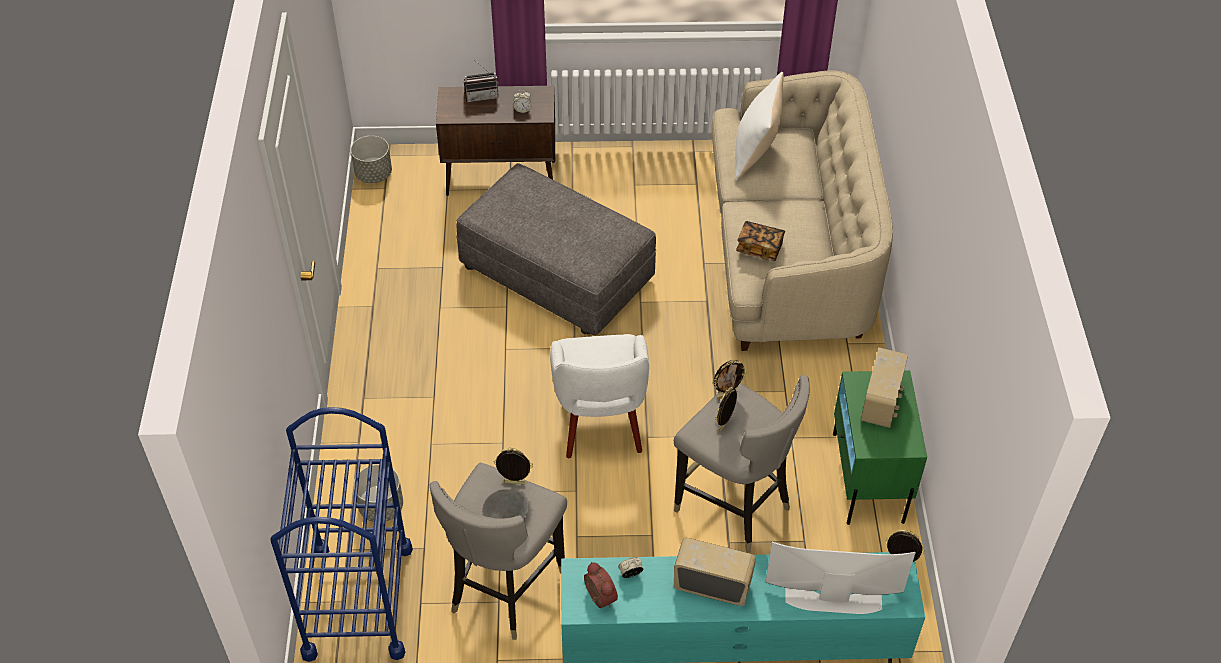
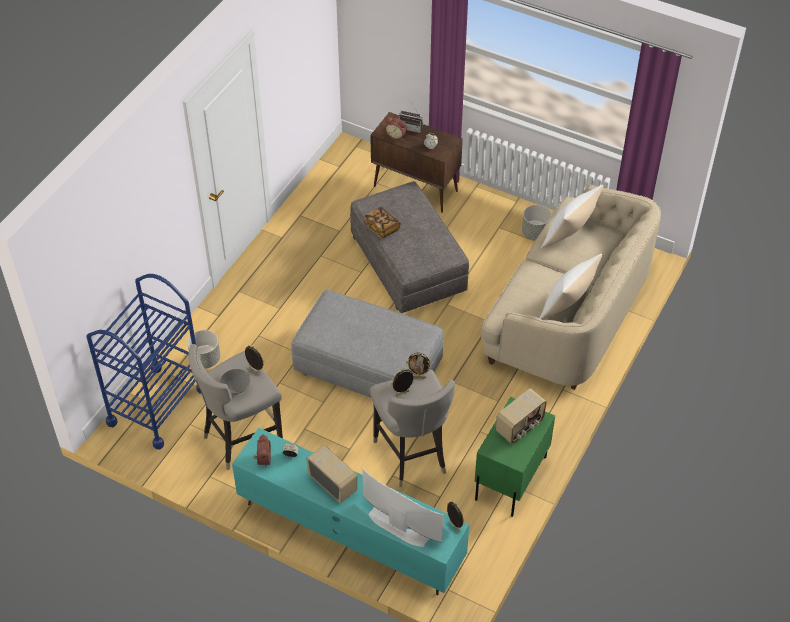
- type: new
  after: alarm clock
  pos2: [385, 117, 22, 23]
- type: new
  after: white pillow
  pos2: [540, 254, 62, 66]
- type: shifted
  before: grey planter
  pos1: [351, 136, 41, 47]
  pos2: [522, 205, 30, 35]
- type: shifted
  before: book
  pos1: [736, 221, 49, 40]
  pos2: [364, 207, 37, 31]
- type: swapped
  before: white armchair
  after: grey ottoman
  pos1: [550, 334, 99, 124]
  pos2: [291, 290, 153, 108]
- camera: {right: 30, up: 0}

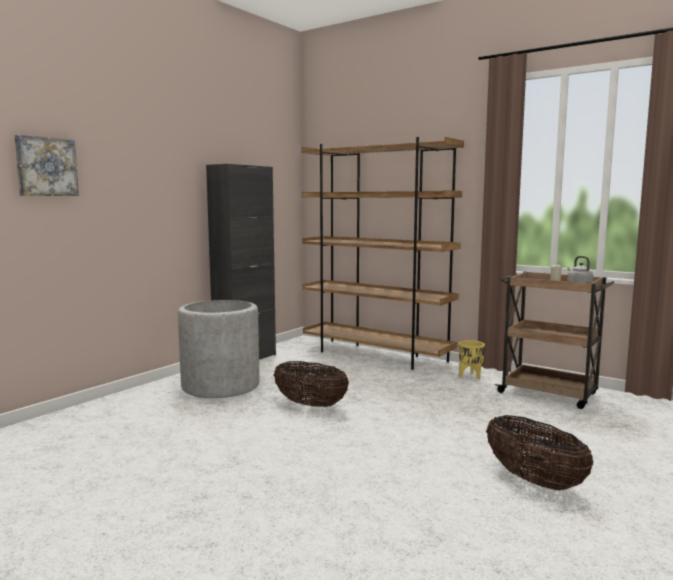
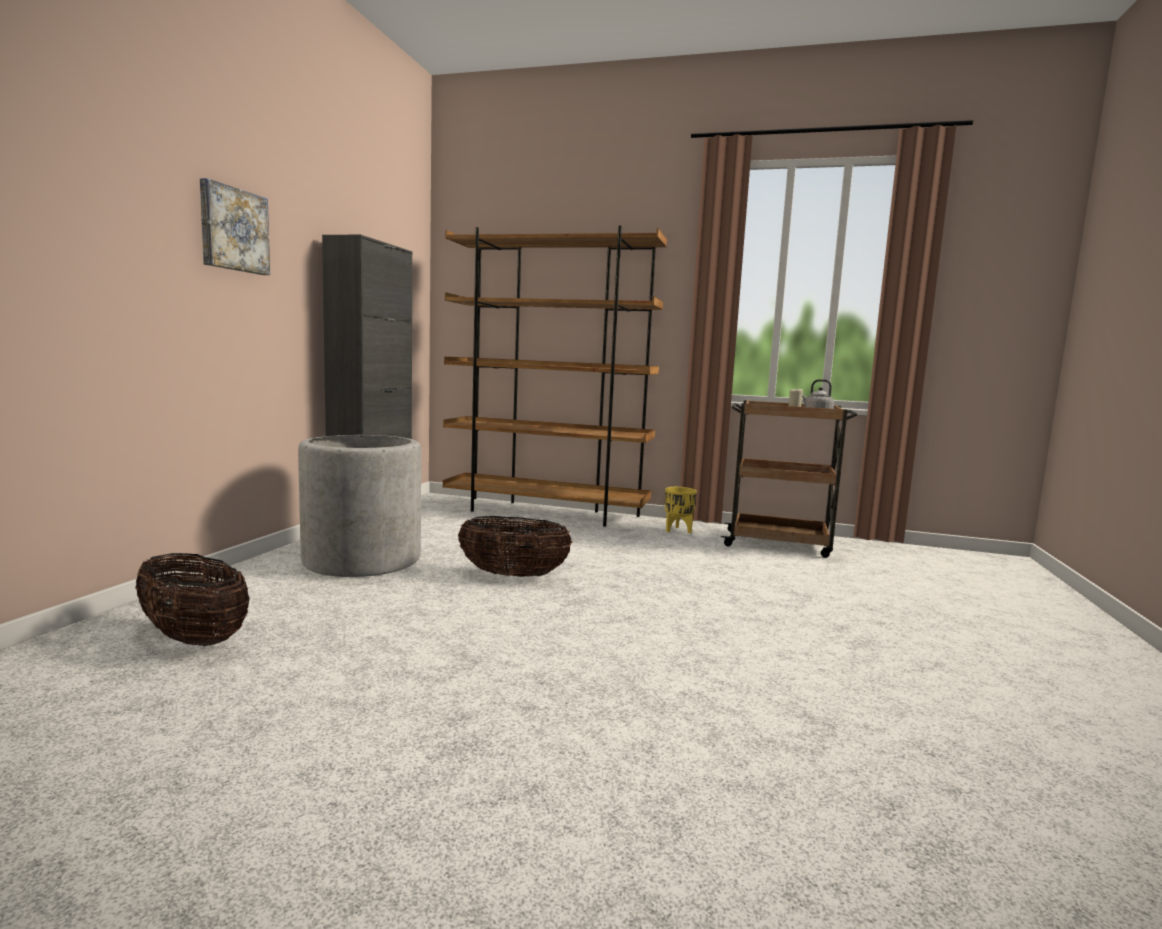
- type: shifted
  before: picture
  pos1: [15, 135, 64, 61]
  pos2: [200, 178, 70, 97]
- type: shifted
  before: basket
  pos1: [486, 415, 107, 75]
  pos2: [135, 553, 114, 93]
- camera: {right: -20, up: 0}

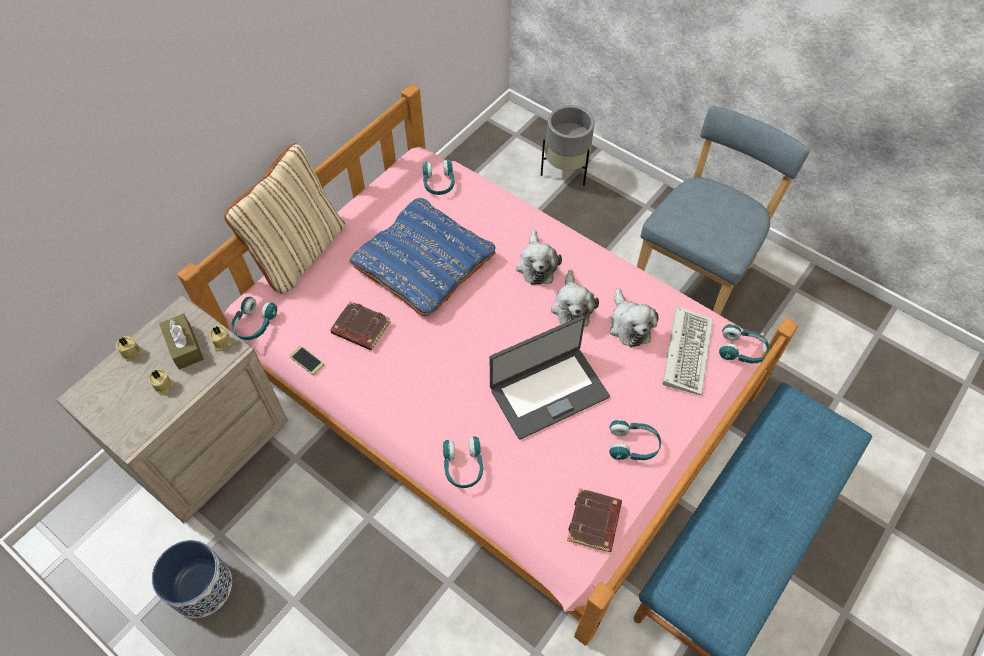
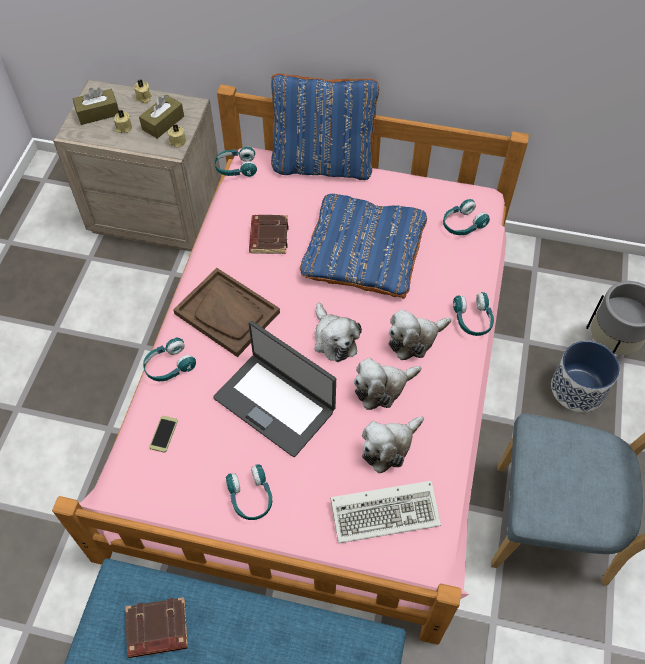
- type: new
  after: brown tissue box
  pos2: [73, 88, 46, 37]
- type: new
  after: brown tray
  pos2: [173, 268, 107, 89]
- type: new
  after: plush toy
  pos2: [315, 303, 47, 59]
- type: shifted
  before: planter
  pos1: [152, 540, 80, 78]
  pos2: [551, 341, 69, 71]
- type: shifted
  before: phone
  pos1: [289, 346, 35, 29]
  pos2: [149, 416, 29, 36]
- type: shifted
  before: brown book
  pos1: [567, 488, 55, 64]
  pos2: [125, 597, 63, 61]
- type: shifted
  before: turquoise headphones
  pos1: [719, 324, 50, 39]
  pos2: [453, 292, 41, 44]
- type: repainted
  before: beige pillow
  after: blue pillow
  pos1: [224, 143, 121, 151]
  pos2: [271, 74, 108, 106]
- camera: {right: 65, up: 0}

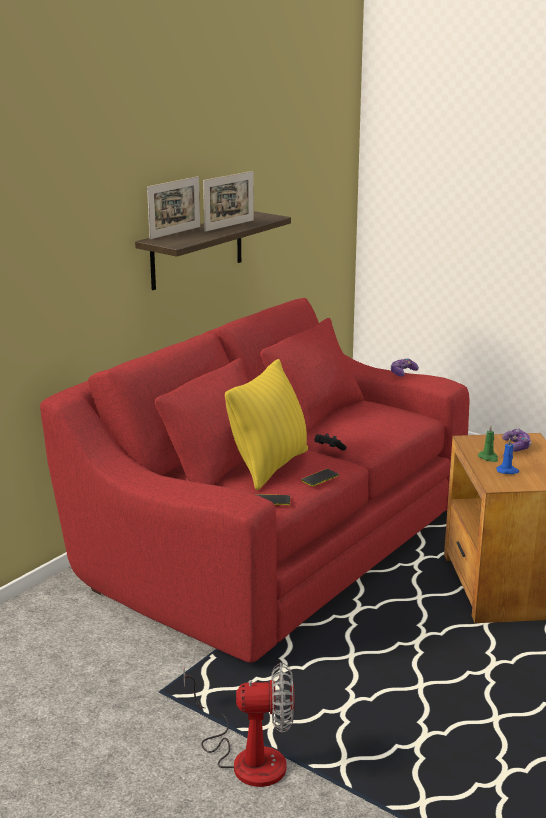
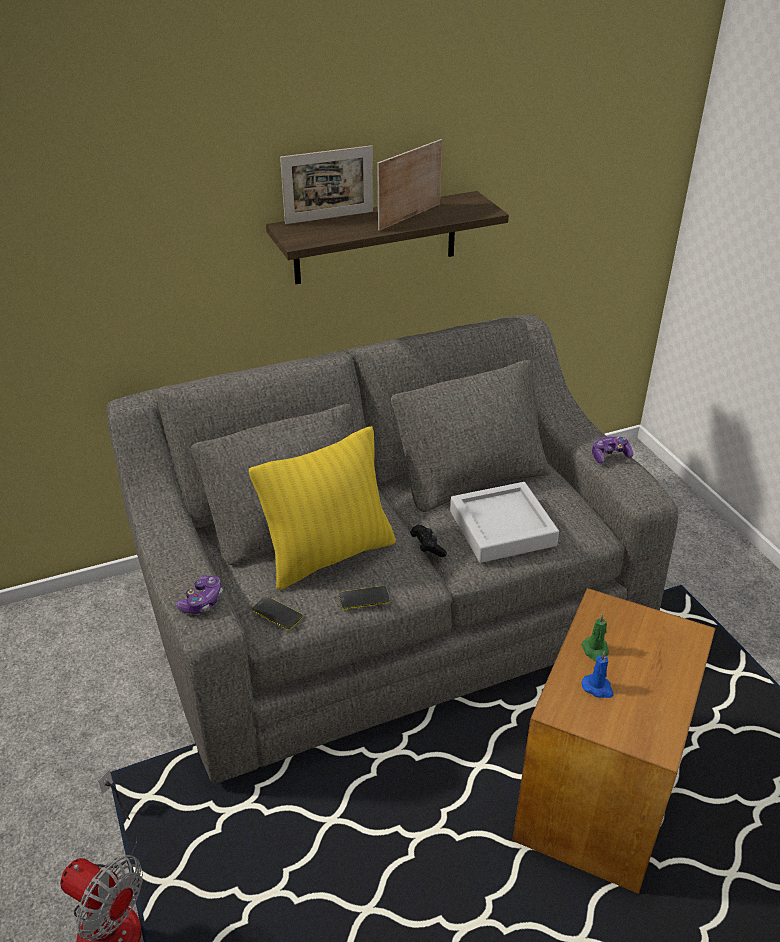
- type: new
  after: grey tray
  pos2: [450, 482, 109, 81]
- type: shifted
  before: game controller
  pos1: [502, 428, 30, 24]
  pos2: [176, 575, 47, 39]
- type: repainted
  before: red sofa
  after: grey sofa
  pos1: [40, 298, 430, 365]
  pos2: [107, 314, 571, 469]
- type: rotated
  before: picture frame
  pos1: [203, 171, 51, 61]
  pos2: [377, 139, 65, 92]
  turn: 150
- camera: {right: 30, up: 15}

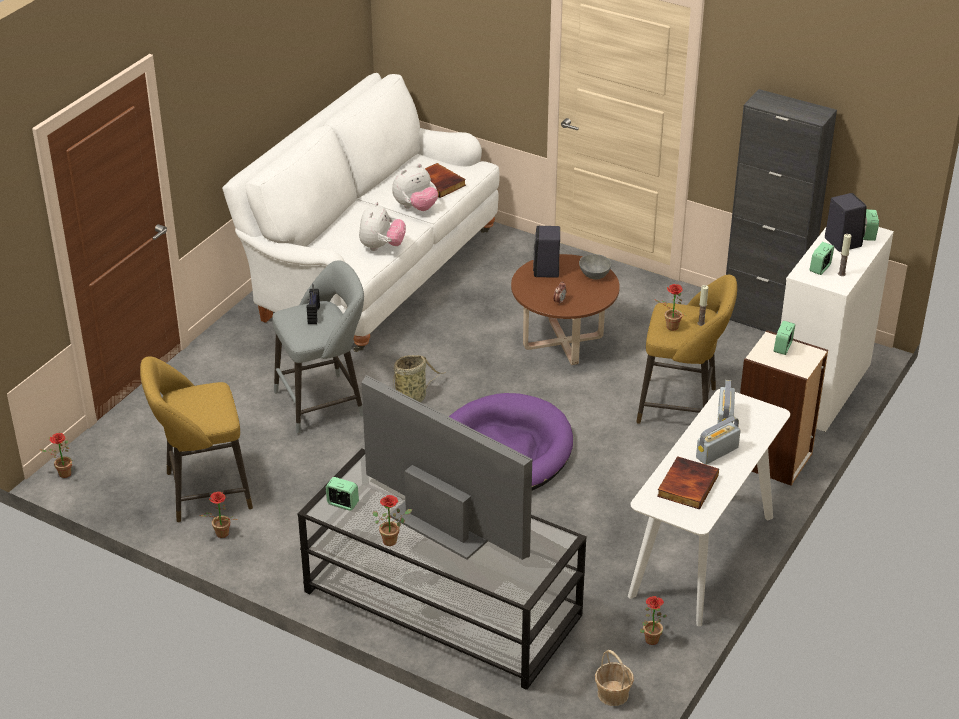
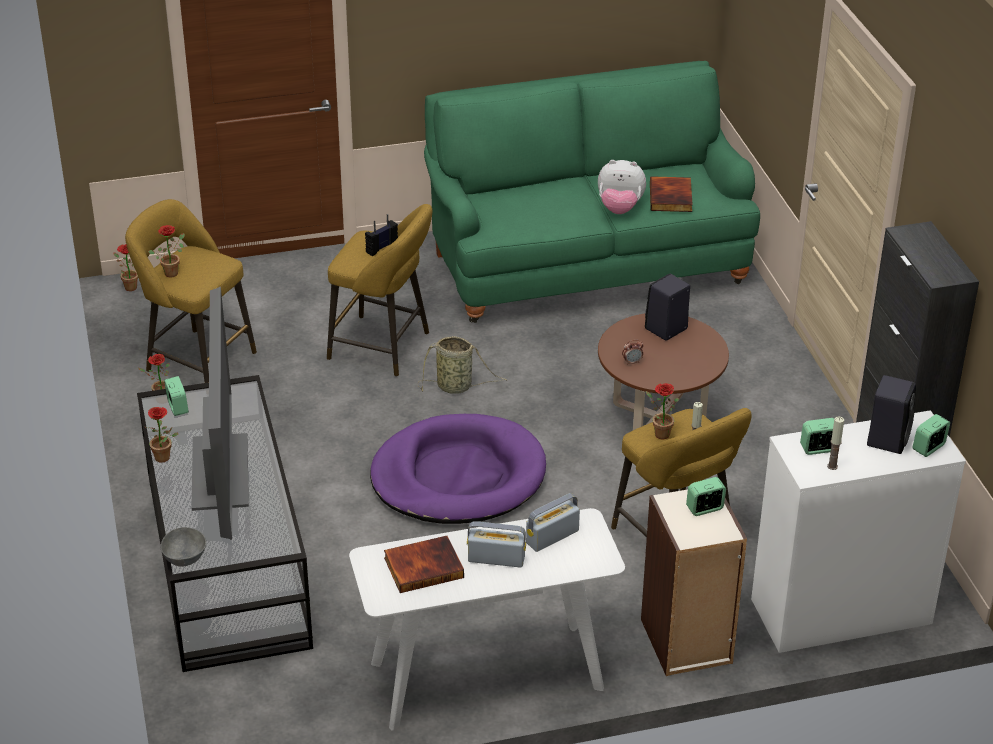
- type: gone
  before: plush toy
  pos1: [359, 202, 47, 49]
- type: gone
  before: basket
  pos1: [595, 650, 39, 56]
- type: shifted
  before: grey bowl
  pos1: [579, 254, 32, 26]
  pos2: [161, 527, 45, 40]
- type: shifted
  before: potted plant
  pos1: [640, 596, 27, 49]
  pos2: [148, 225, 37, 53]
- type: repainted
  before: white sofa
  after: green sofa
  pos1: [222, 73, 278, 279]
  pos2: [424, 61, 336, 262]
- type: repainted
  before: grey stool
  after: yellow stool
  pos1: [272, 260, 92, 174]
  pos2: [327, 204, 105, 173]
- camera: {right: 45, up: 0}

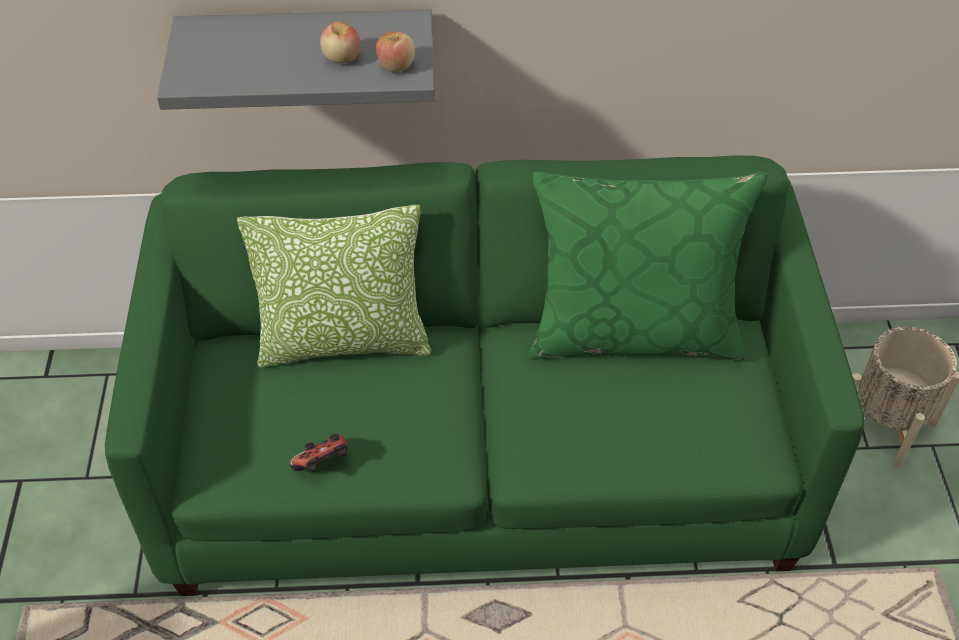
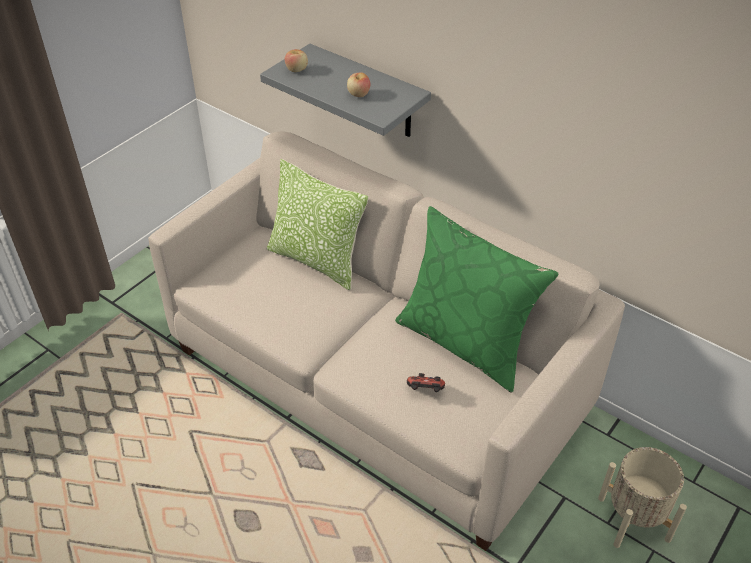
- type: shifted
  before: game controller
  pos1: [289, 434, 58, 38]
  pos2: [407, 373, 38, 19]
- type: shifted
  before: apple
  pos1: [376, 31, 39, 41]
  pos2: [285, 49, 23, 23]
- type: repainted
  before: green sofa
  after: beige sofa
  pos1: [105, 155, 759, 441]
  pos2: [148, 131, 477, 420]
- camera: {right: 40, up: -5}

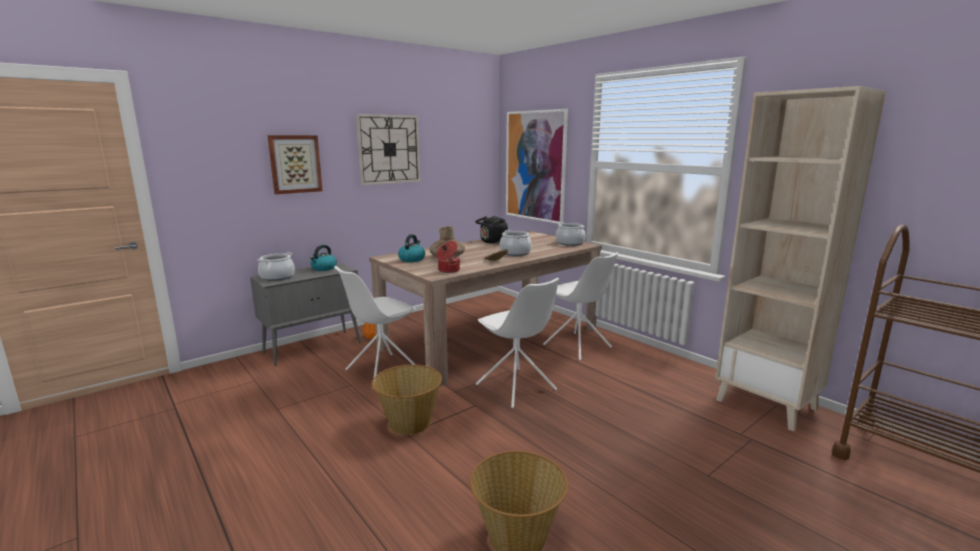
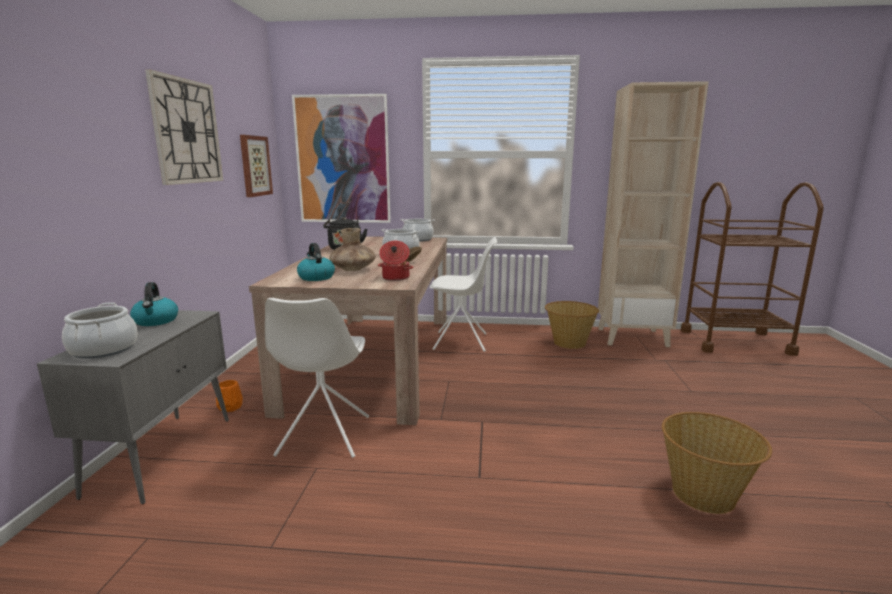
- type: gone
  before: white chair
  pos1: [476, 278, 83, 130]
- type: shifted
  before: picture
  pos1: [267, 135, 56, 59]
  pos2: [240, 135, 33, 62]
- type: shifted
  before: basket
  pos1: [372, 365, 70, 70]
  pos2: [545, 301, 54, 48]
- camera: {right: -45, up: 0}

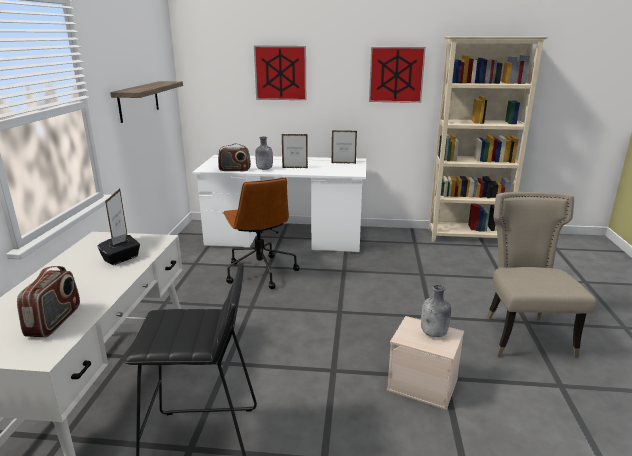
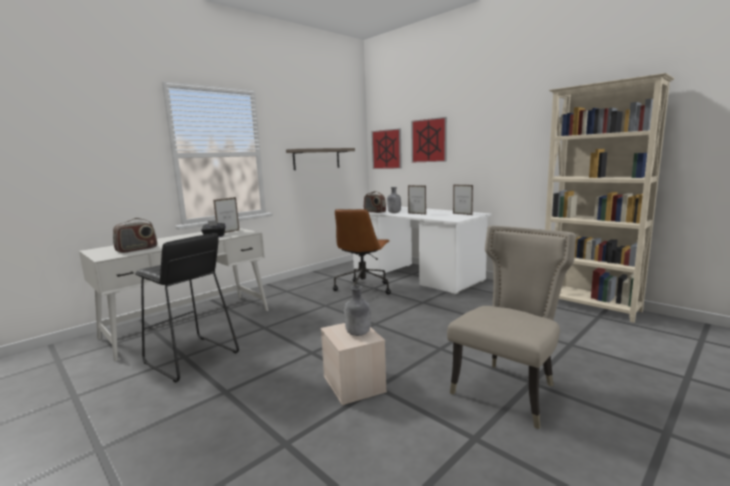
- type: shifted
  before: picture
  pos1: [369, 47, 57, 56]
  pos2: [371, 128, 31, 41]
- camera: {right: 40, up: -10}

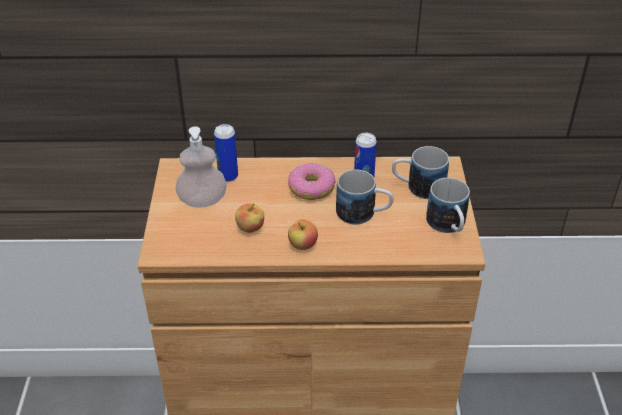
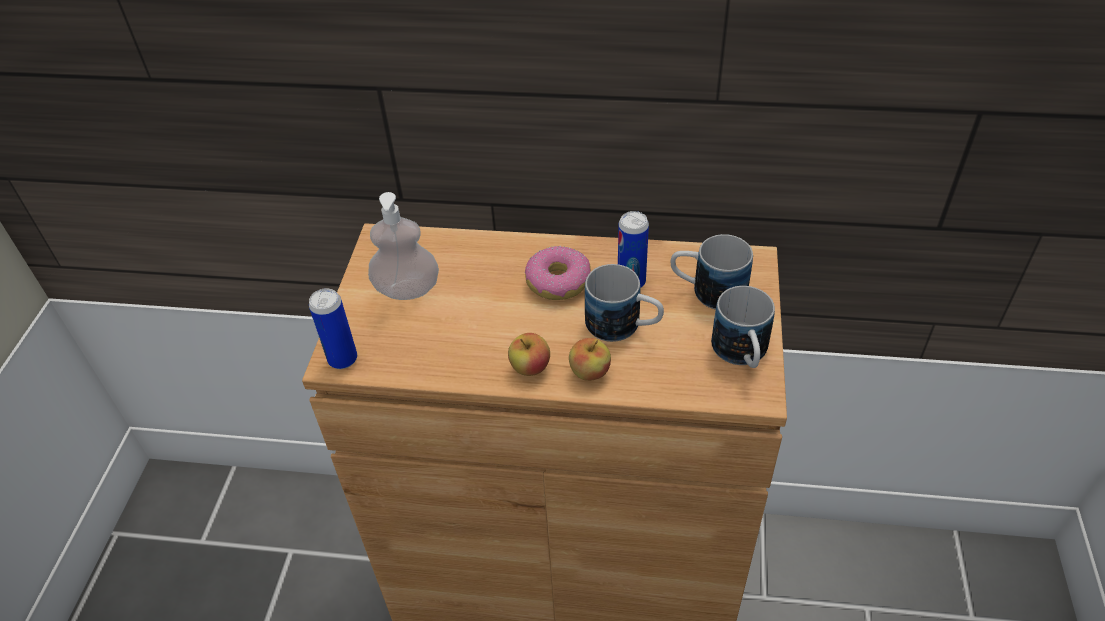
- type: shifted
  before: can
  pos1: [214, 124, 24, 58]
  pos2: [309, 288, 48, 81]
- type: shifted
  before: apple
  pos1: [235, 203, 29, 30]
  pos2: [569, 338, 42, 43]
- camera: {right: 10, up: 5}

